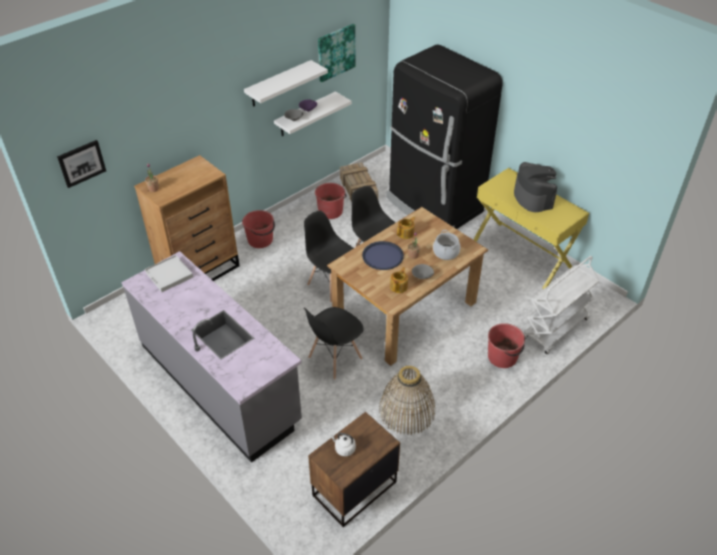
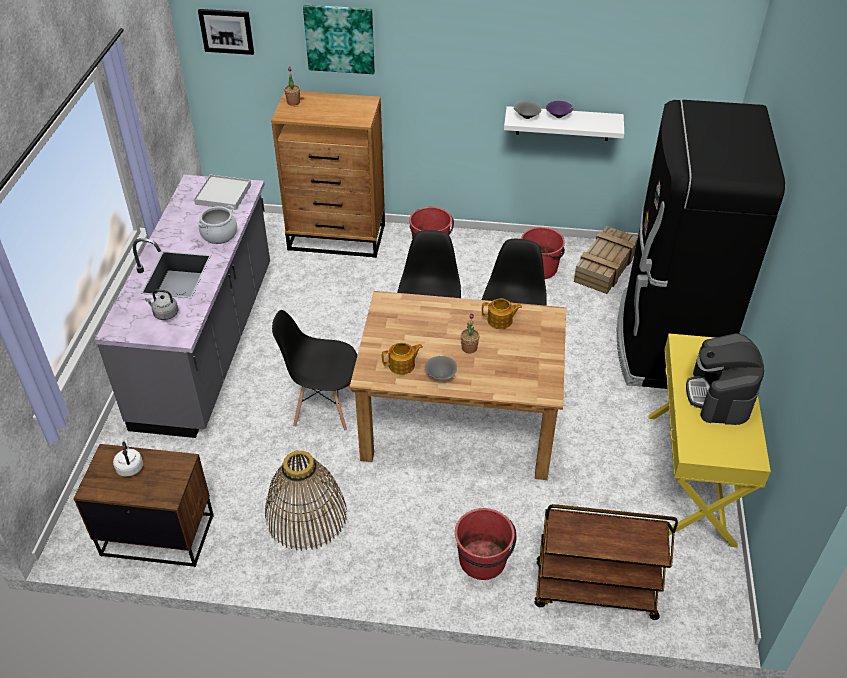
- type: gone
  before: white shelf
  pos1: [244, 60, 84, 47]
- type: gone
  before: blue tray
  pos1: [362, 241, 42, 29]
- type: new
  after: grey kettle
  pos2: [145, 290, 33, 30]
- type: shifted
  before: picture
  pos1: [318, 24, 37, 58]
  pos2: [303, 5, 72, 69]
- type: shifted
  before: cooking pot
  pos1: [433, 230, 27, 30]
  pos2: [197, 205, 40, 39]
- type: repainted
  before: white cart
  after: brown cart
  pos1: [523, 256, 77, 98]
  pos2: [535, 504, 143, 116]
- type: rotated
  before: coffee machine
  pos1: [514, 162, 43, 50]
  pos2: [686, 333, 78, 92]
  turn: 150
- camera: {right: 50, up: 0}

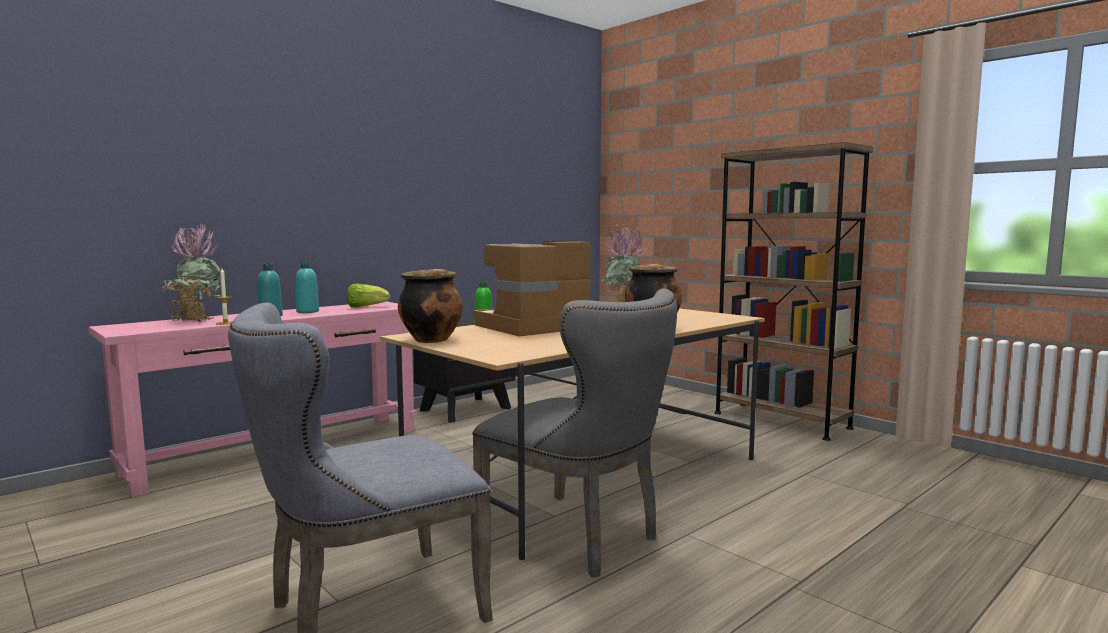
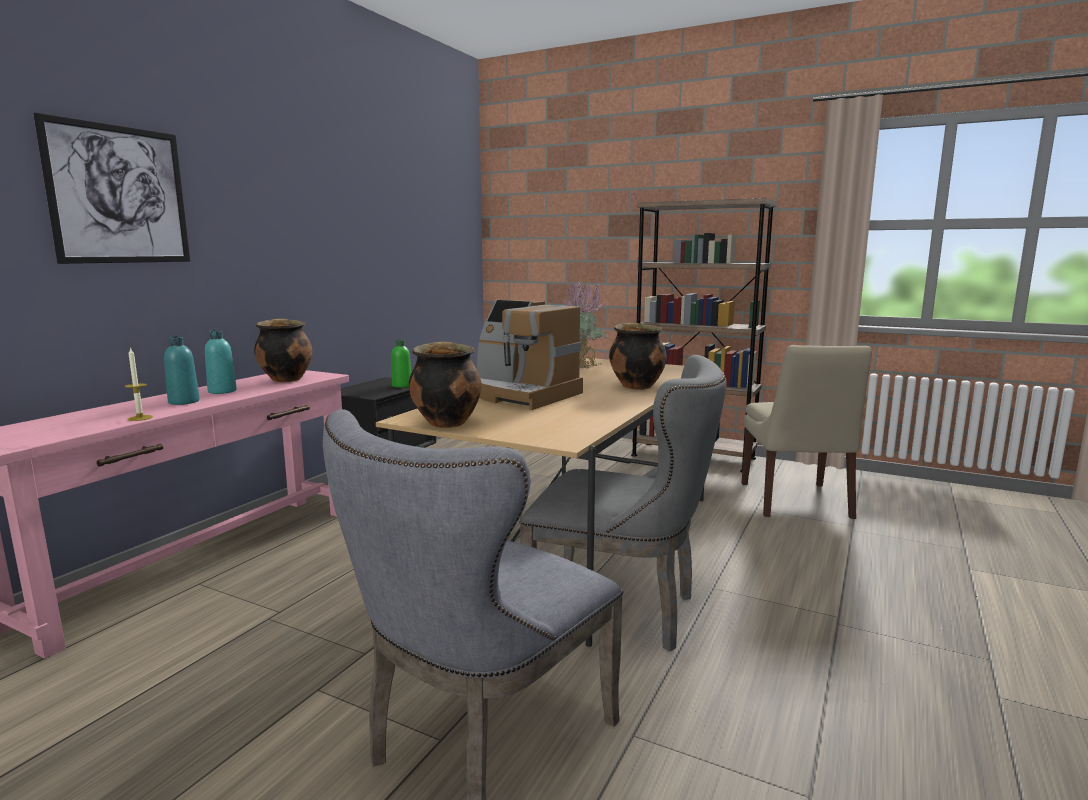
- type: gone
  before: potted plant
  pos1: [162, 225, 59, 97]
- type: new
  after: picture
  pos2: [33, 113, 157, 151]
- type: new
  after: beige chair
  pos2: [742, 345, 130, 174]
- type: swapped
  before: lettuce
  after: cooking pot
  pos1: [347, 283, 43, 25]
  pos2: [254, 318, 58, 64]
- type: rotated
  before: coffee machine
  pos1: [473, 240, 118, 96]
  pos2: [477, 300, 106, 110]
  turn: -90
- camera: {right: -20, up: 5}

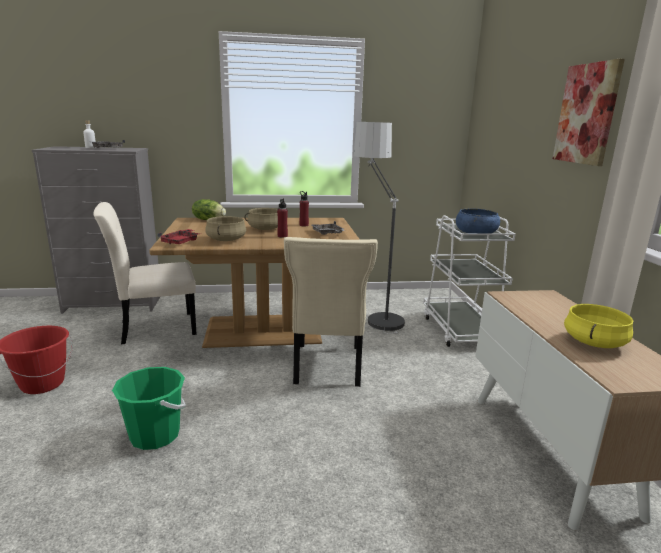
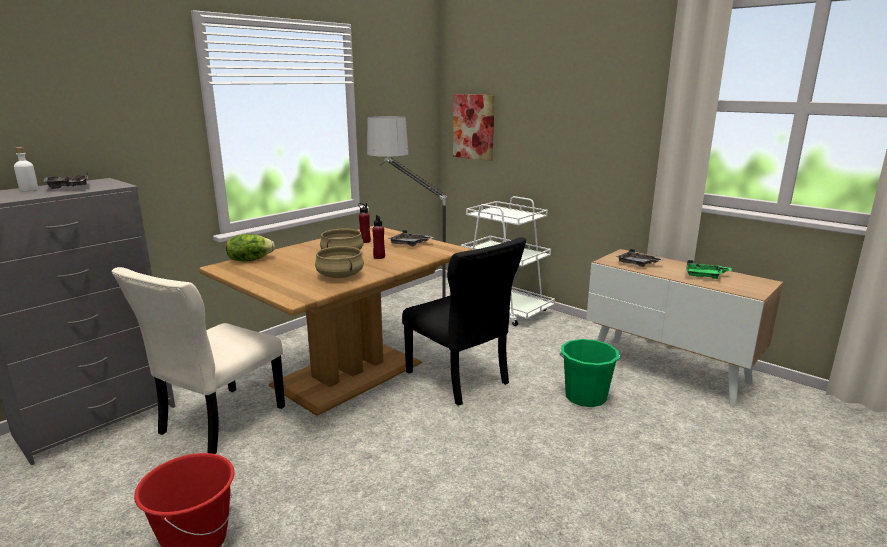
- type: gone
  before: red tray
  pos1: [157, 229, 43, 16]
- type: gone
  before: blue bowl
  pos1: [456, 208, 44, 26]
- type: new
  after: grey tray
  pos2: [616, 249, 48, 18]
- type: shifted
  before: green bucket
  pos1: [112, 367, 74, 83]
  pos2: [560, 339, 60, 68]
- type: shifted
  before: picture
  pos1: [553, 59, 72, 107]
  pos2: [453, 94, 42, 67]
- type: swapped
  before: yellow cooking pot
  after: green tray
  pos1: [564, 304, 70, 44]
  pos2: [686, 260, 46, 19]
- type: repainted
  before: beige chair
  after: black chair
  pos1: [284, 237, 94, 150]
  pos2: [402, 237, 124, 169]
- camera: {right: -40, up: 0}

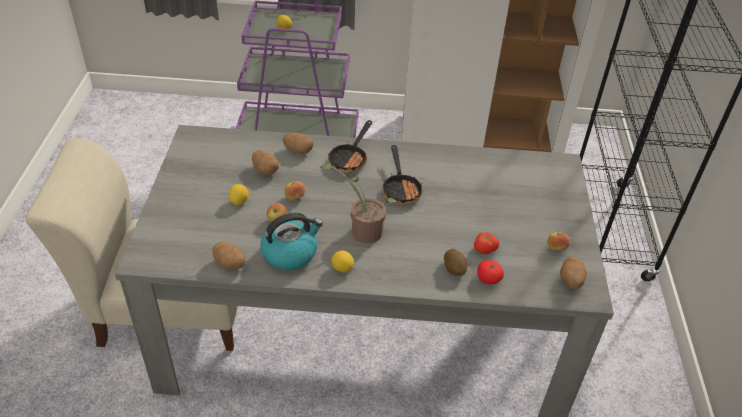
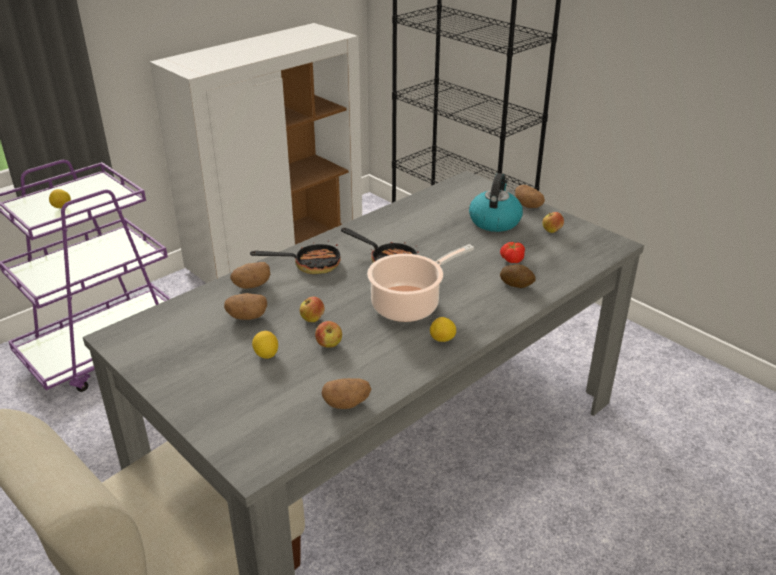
- type: gone
  before: tomato
  pos1: [477, 260, 27, 24]
- type: shifted
  before: kettle
  pos1: [260, 212, 63, 58]
  pos2: [469, 173, 54, 59]
- type: shifted
  before: potato
  pos1: [560, 256, 27, 33]
  pos2: [515, 185, 30, 23]
- type: swapped
  before: potted plant
  after: cooking pot
  pos1: [320, 163, 77, 80]
  pos2: [367, 244, 107, 78]
- type: rotated
  before: frying pan
  pos1: [328, 120, 44, 53]
  pos2: [250, 241, 91, 33]
  turn: -75
- camera: {right: -45, up: -10}

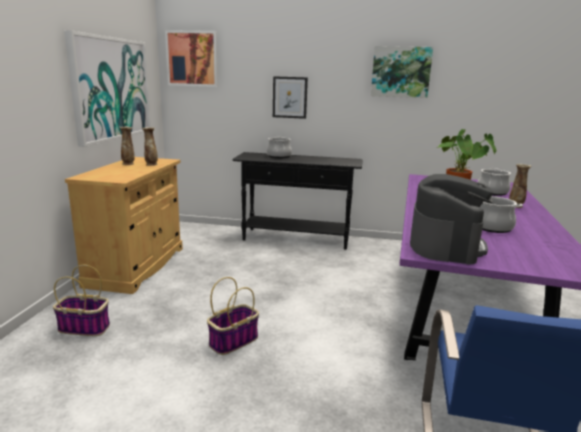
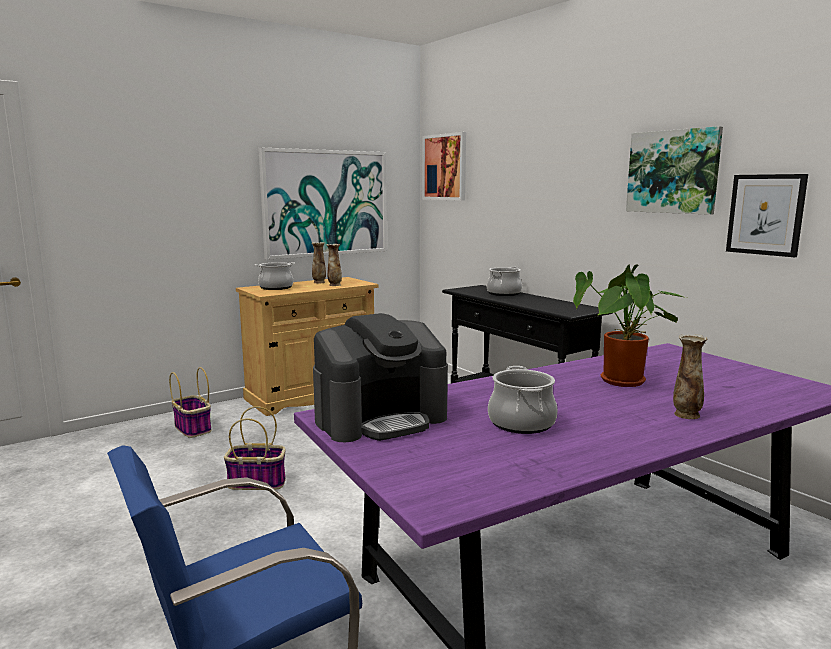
- type: shifted
  before: picture
  pos1: [273, 76, 35, 43]
  pos2: [726, 174, 82, 83]
- type: shifted
  before: cooking pot
  pos1: [478, 168, 33, 28]
  pos2: [255, 262, 40, 28]
- camera: {right: 45, up: -5}

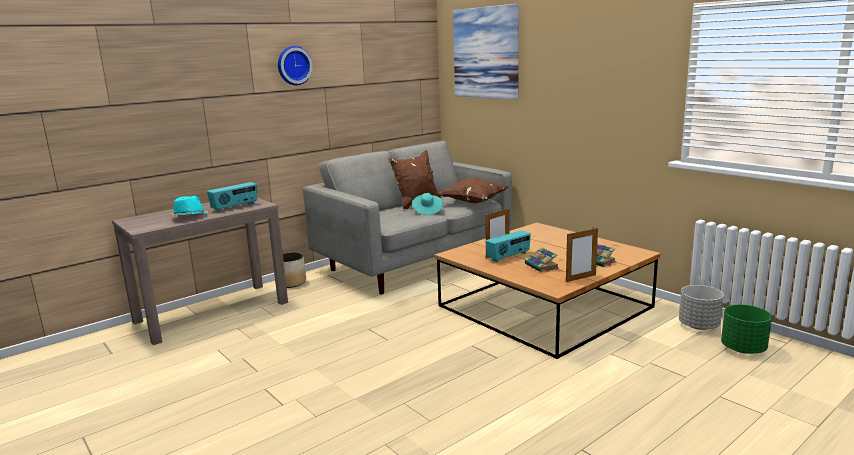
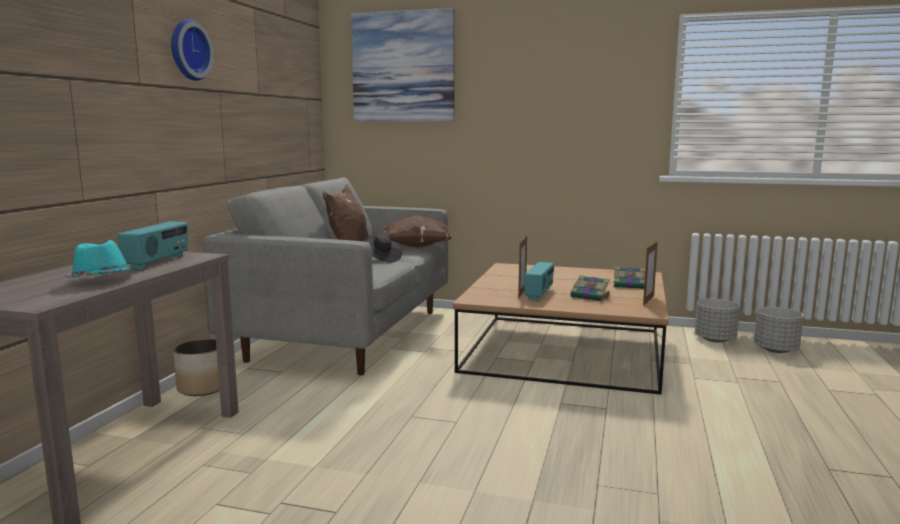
- type: repainted
  before: turquoise hat
  after: black hat
  pos1: [412, 193, 31, 22]
  pos2: [364, 235, 38, 28]
- type: repainted
  before: green planter
  after: grey planter
  pos1: [721, 304, 51, 50]
  pos2: [754, 307, 50, 46]
- camera: {right: -35, up: -5}

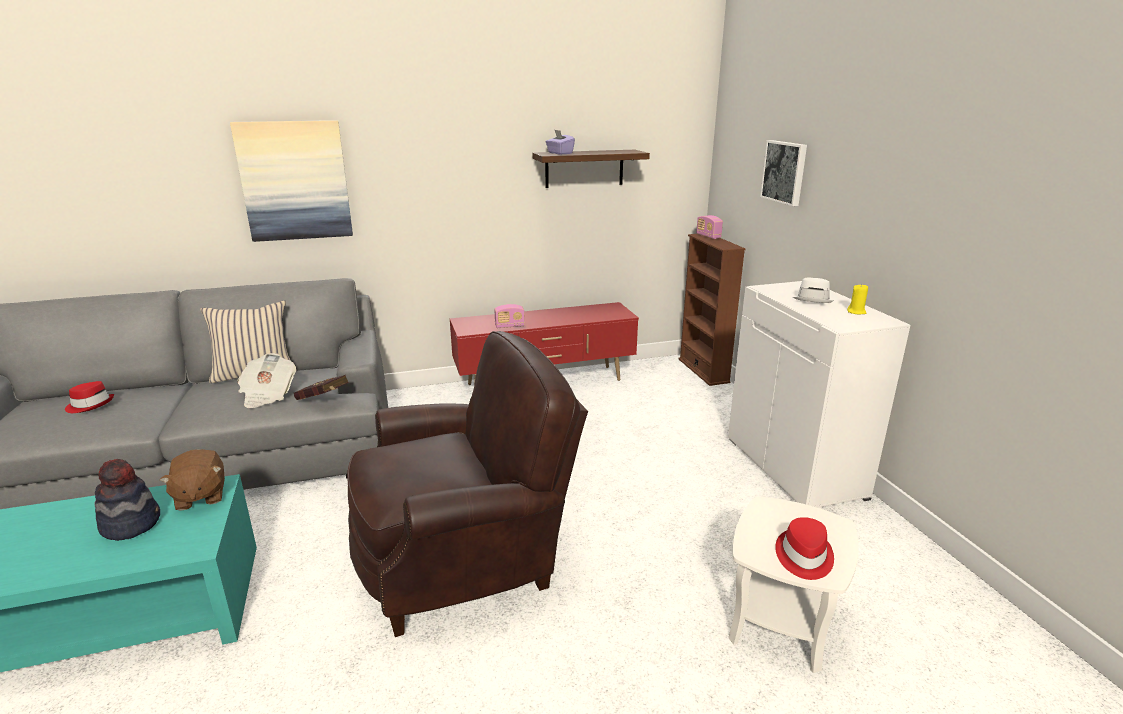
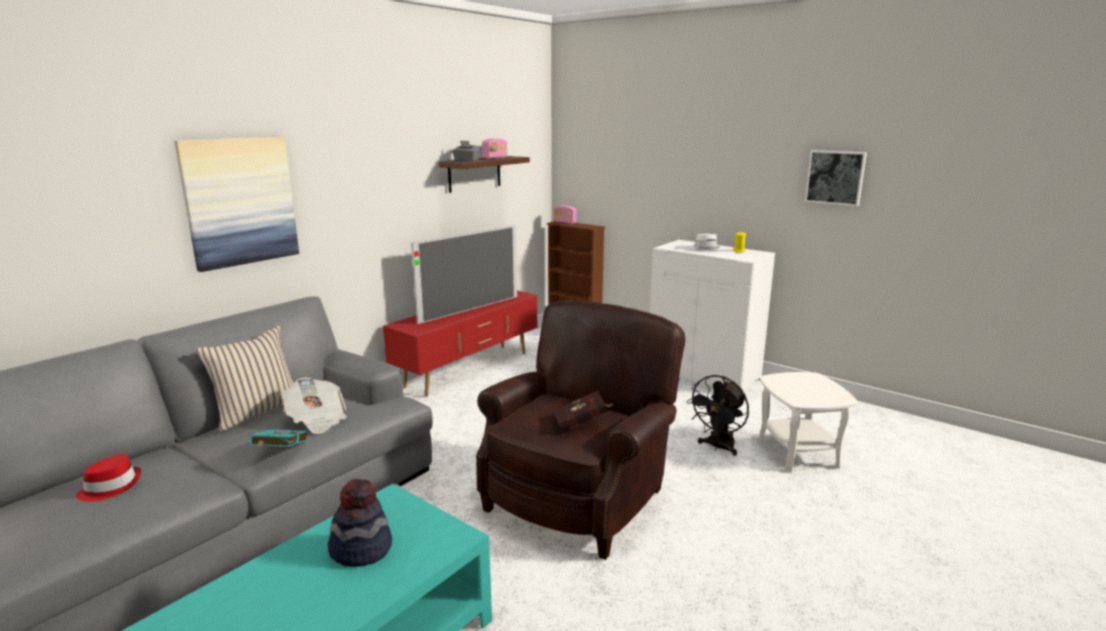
- type: gone
  before: brown plush toy
  pos1: [160, 449, 65, 62]
- type: gone
  before: red hat
  pos1: [775, 517, 59, 63]
- type: new
  after: turquoise book
  pos2: [249, 430, 58, 17]
- type: new
  after: television
  pos2: [411, 225, 106, 99]
- type: new
  after: black fan
  pos2: [687, 375, 62, 81]
- type: shifted
  before: red book
  pos1: [294, 375, 55, 25]
  pos2: [554, 391, 61, 41]
- type: shifted
  before: radio
  pos1: [494, 304, 31, 24]
  pos2: [482, 138, 25, 21]
- type: shifted
  before: picture
  pos1: [760, 140, 47, 66]
  pos2: [805, 150, 62, 56]
- type: repainted
  before: purple tissue box
  after: grey tissue box
  pos1: [546, 130, 29, 24]
  pos2: [452, 141, 29, 21]
- camera: {right: -35, up: -5}

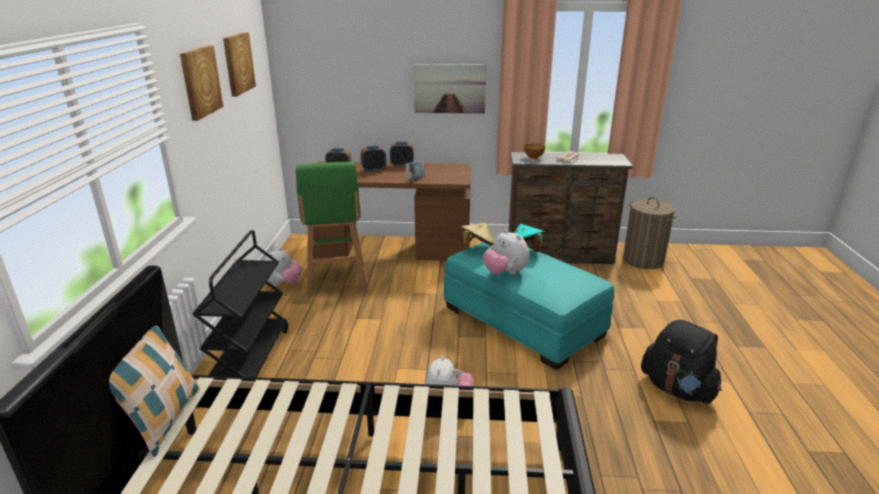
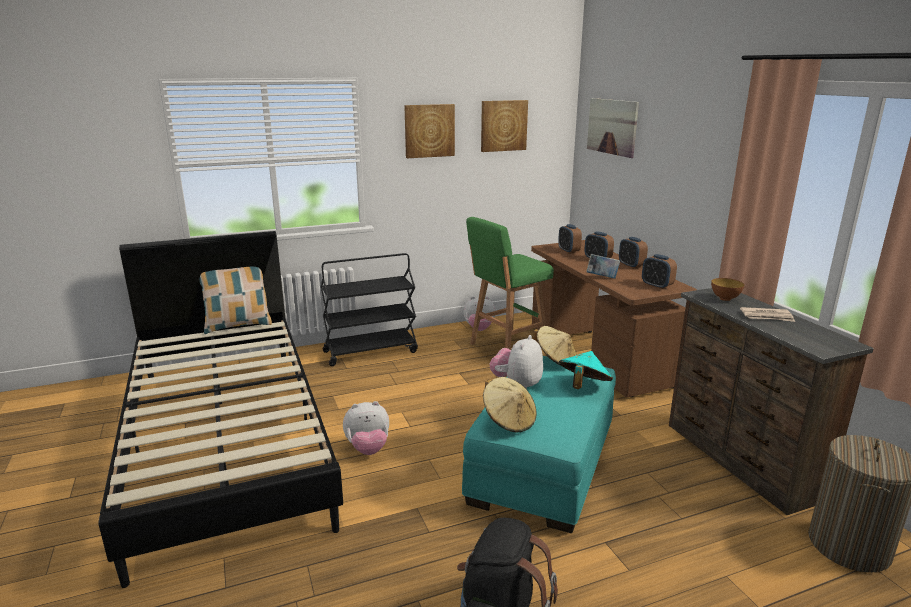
- type: new
  after: beige hat
  pos2: [483, 377, 54, 56]
- type: new
  after: alarm clock
  pos2: [642, 254, 35, 35]
- type: shifted
  before: picture
  pos1: [414, 64, 73, 50]
  pos2: [587, 98, 52, 60]
- camera: {right: 65, up: -5}

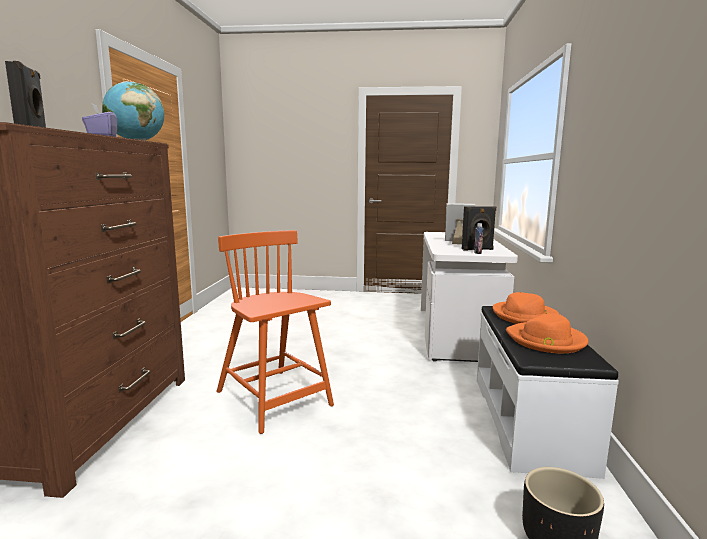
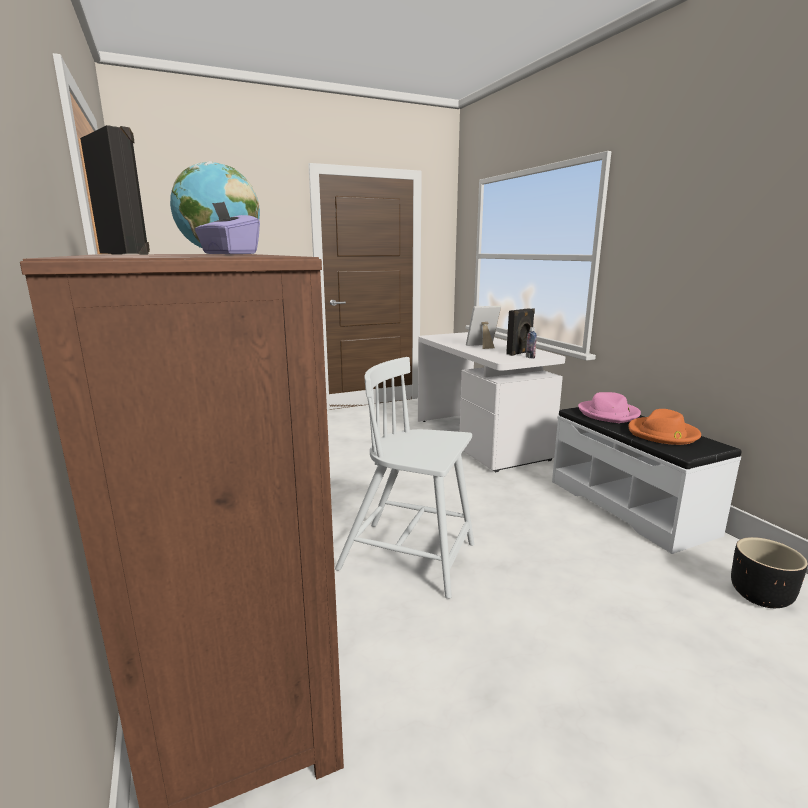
- type: repainted
  before: orange chair
  after: white chair
  pos1: [217, 230, 117, 204]
  pos2: [335, 357, 139, 242]
- type: repainted
  before: orange hat
  after: pink hat
  pos1: [493, 292, 66, 32]
  pos2: [578, 392, 63, 31]
- camera: {right: -30, up: 5}

